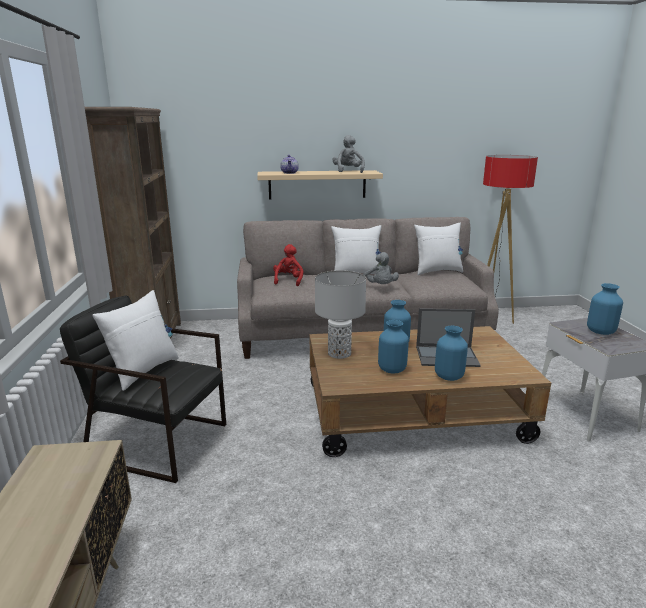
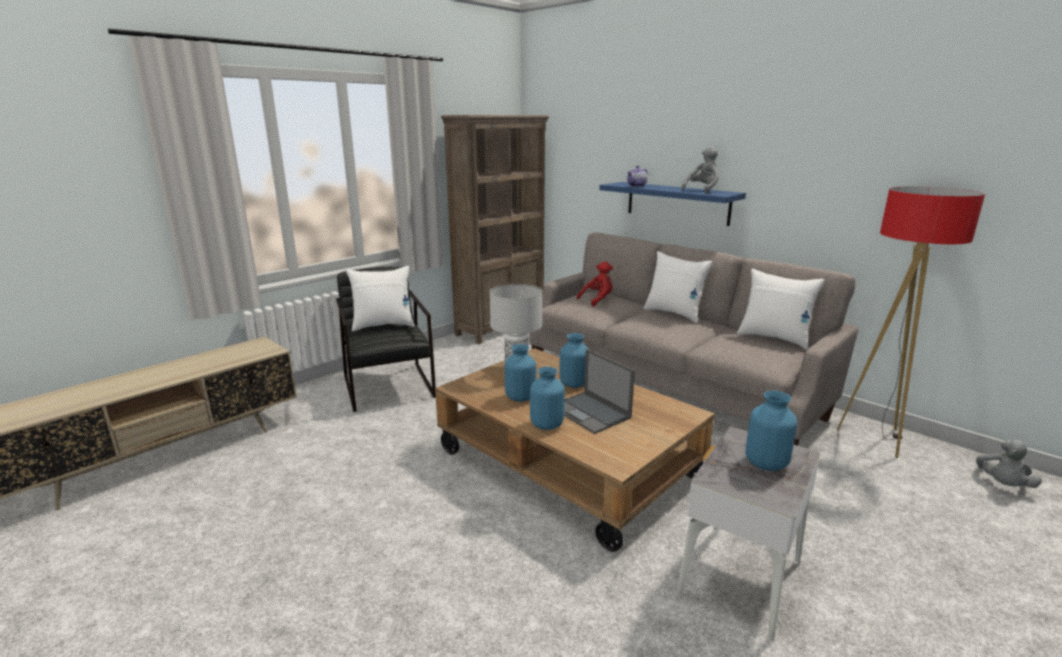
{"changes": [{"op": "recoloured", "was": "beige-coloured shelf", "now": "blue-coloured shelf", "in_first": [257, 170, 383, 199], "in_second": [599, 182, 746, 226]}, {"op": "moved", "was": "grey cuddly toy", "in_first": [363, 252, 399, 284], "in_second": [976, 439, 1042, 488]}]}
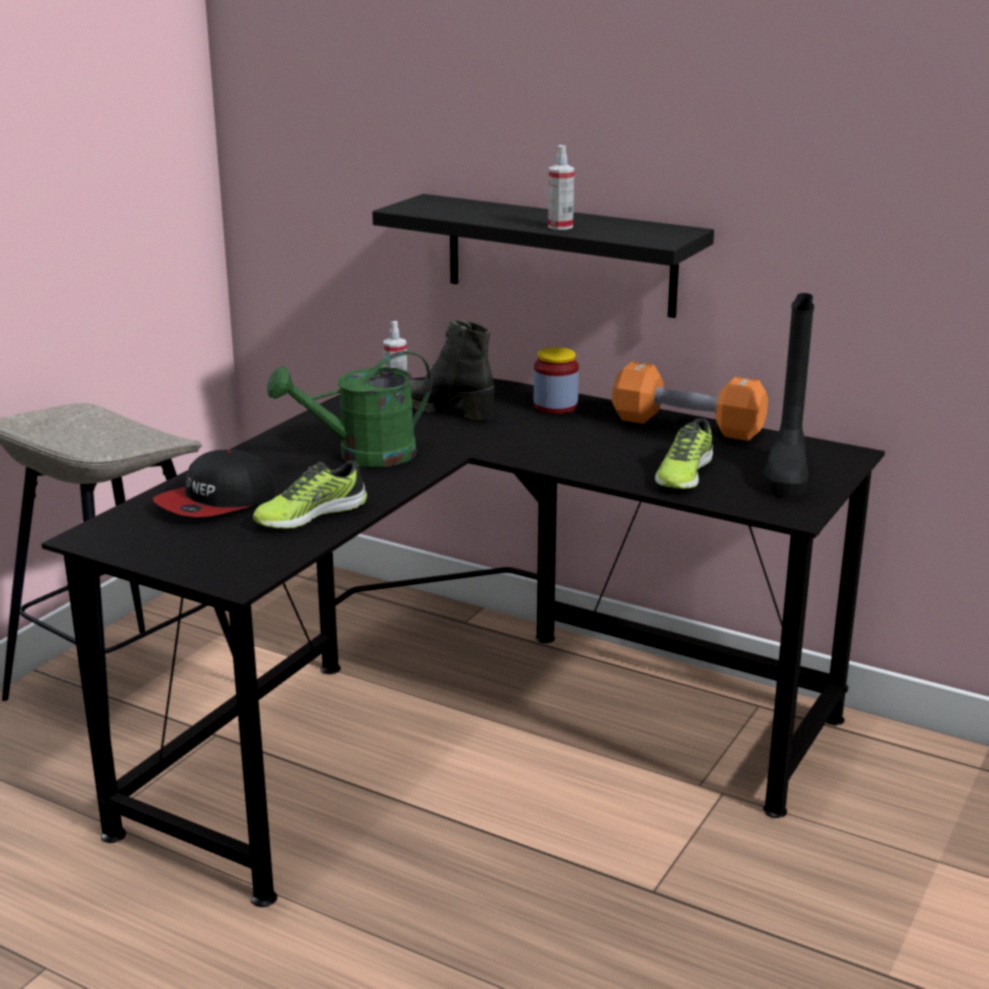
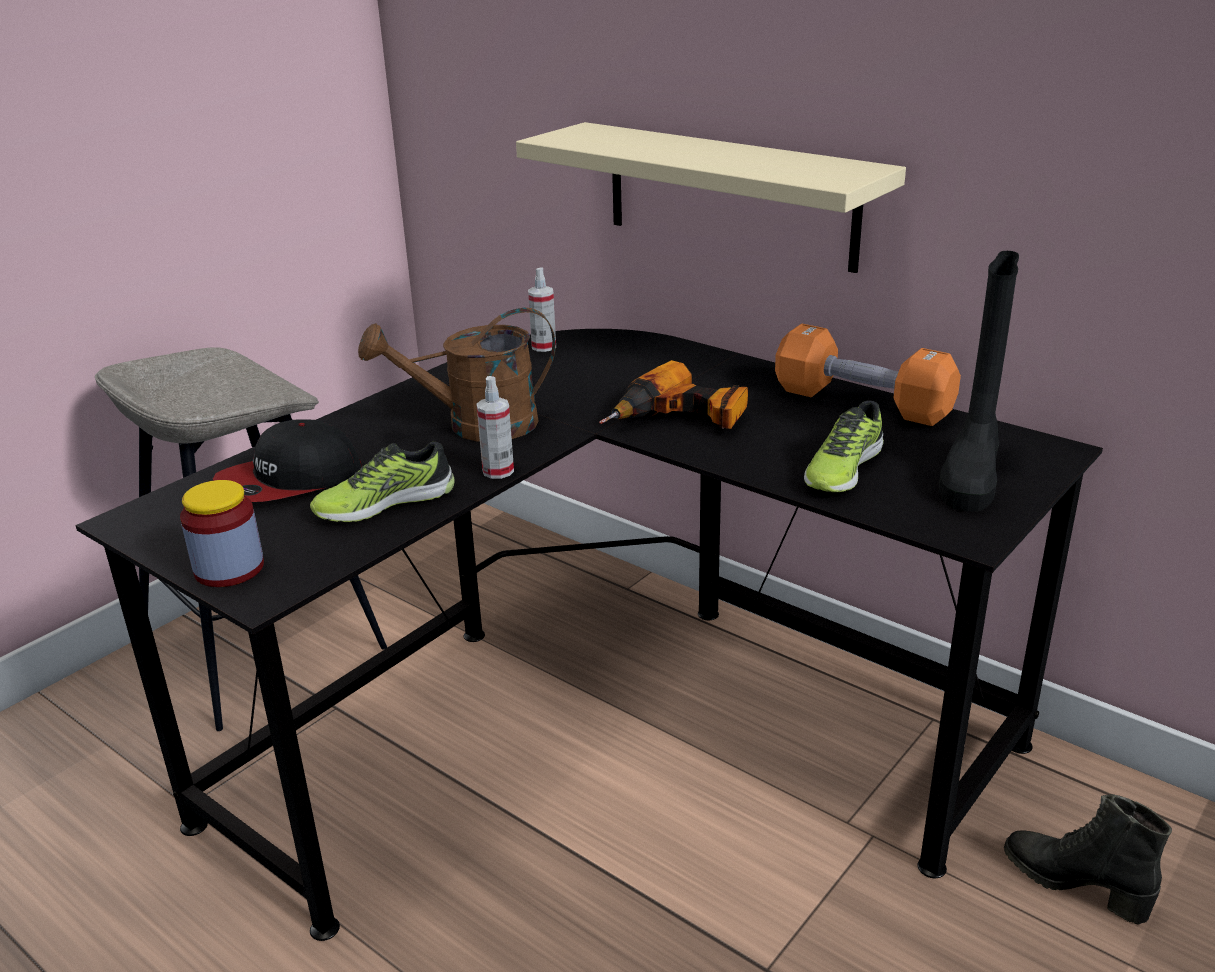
{"changes": [{"op": "moved", "was": "hand sprayer", "in_first": [548, 145, 574, 230], "in_second": [476, 376, 514, 479]}, {"op": "recoloured", "was": "blackish shelf", "now": "beige-coloured shelf", "in_first": [372, 194, 714, 318], "in_second": [516, 122, 906, 273]}, {"op": "moved", "was": "blackish high-top boot", "in_first": [410, 320, 494, 421], "in_second": [1004, 794, 1172, 925]}, {"op": "moved", "was": "preserve jar", "in_first": [534, 347, 579, 414], "in_second": [180, 480, 264, 587]}, {"op": "recoloured", "was": "green-coloured watering pot", "now": "brownish watering pot", "in_first": [267, 351, 432, 467], "in_second": [358, 308, 556, 441]}, {"op": "added", "now": "electric drill", "in_second": [599, 360, 748, 429]}]}
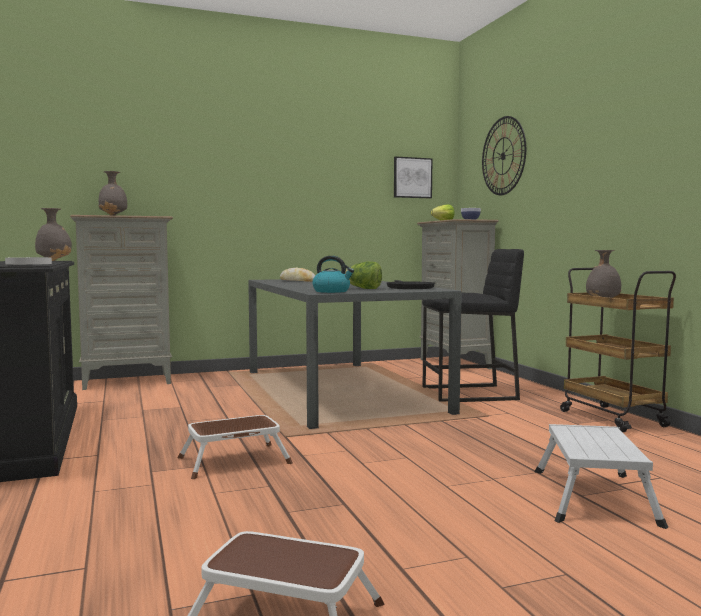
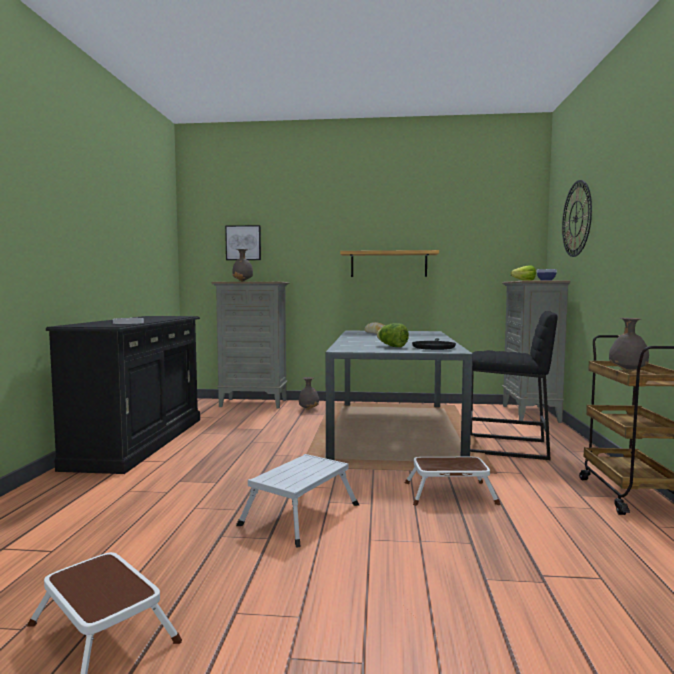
{"changes": [{"op": "moved", "was": "wall picture", "in_first": [394, 156, 432, 198], "in_second": [225, 225, 261, 260]}, {"op": "moved", "was": "grey flower vase", "in_first": [35, 208, 72, 261], "in_second": [299, 377, 319, 410]}, {"op": "removed", "was": "kettle", "in_first": [312, 256, 354, 293]}, {"op": "moved", "was": "brownish step stool", "in_first": [178, 415, 293, 479], "in_second": [405, 457, 500, 506]}, {"op": "moved", "was": "white-coloured step stool", "in_first": [534, 424, 669, 529], "in_second": [236, 454, 359, 548]}, {"op": "added", "now": "shelf", "in_second": [340, 250, 439, 277]}]}
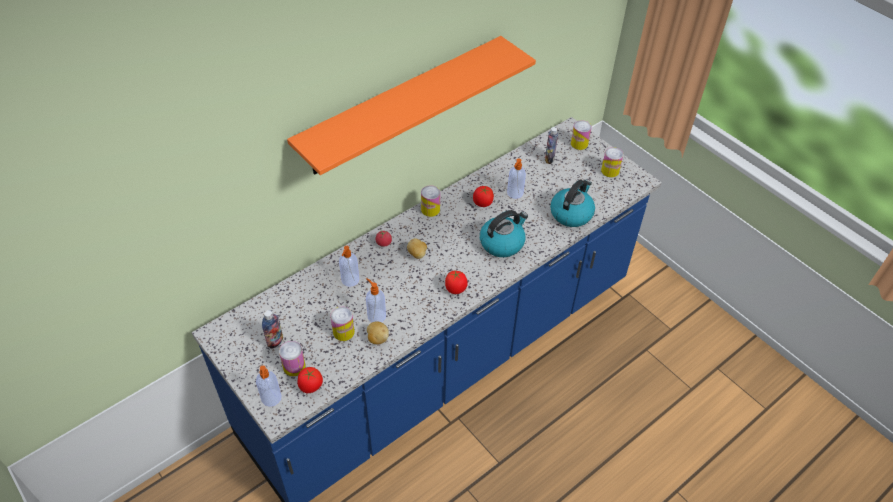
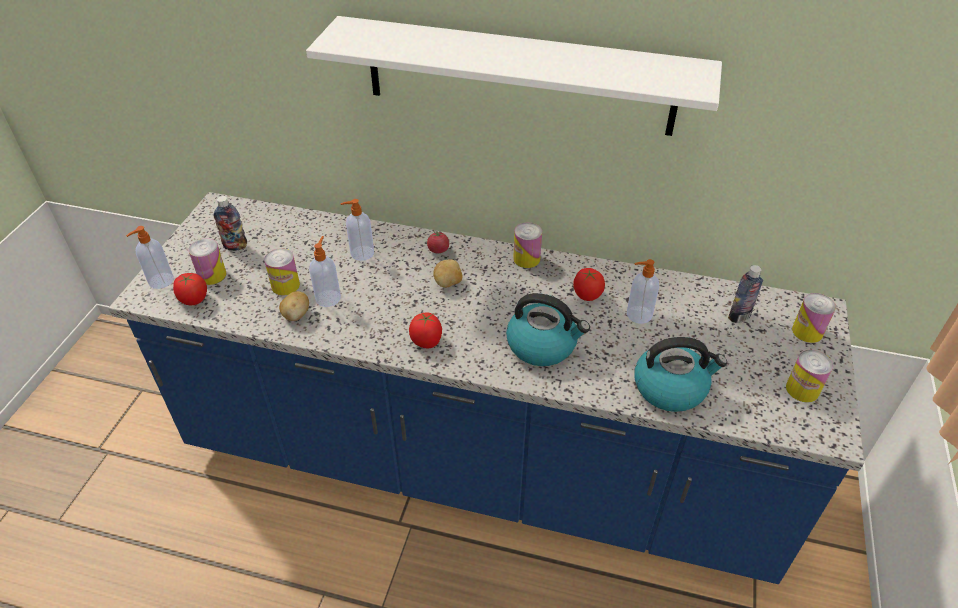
{"changes": [{"op": "recoloured", "was": "orangey shelf", "now": "white-coloured shelf", "in_first": [287, 36, 536, 175], "in_second": [306, 16, 722, 136]}]}
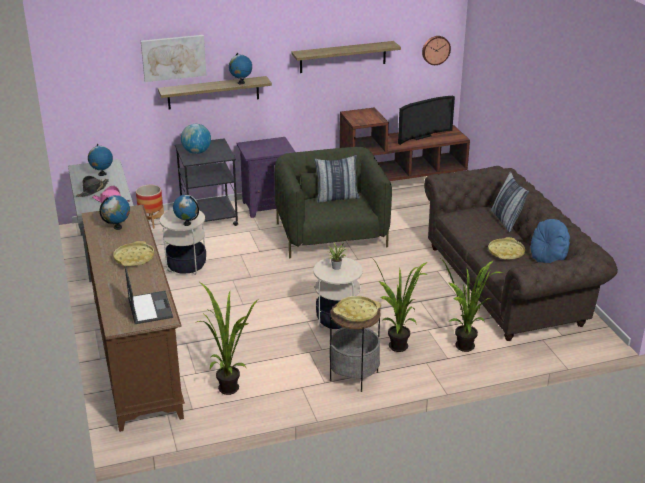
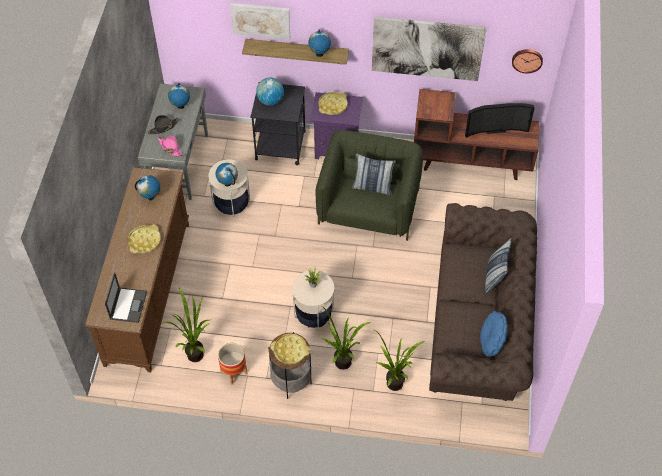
{"changes": [{"op": "replaced", "was": "shelf", "now": "wall picture", "in_first": [291, 41, 401, 73], "in_second": [372, 16, 487, 81]}, {"op": "moved", "was": "planter", "in_first": [136, 185, 164, 229], "in_second": [218, 343, 247, 384]}, {"op": "moved", "was": "yellow carrying tray", "in_first": [488, 237, 525, 260], "in_second": [318, 92, 348, 115]}]}
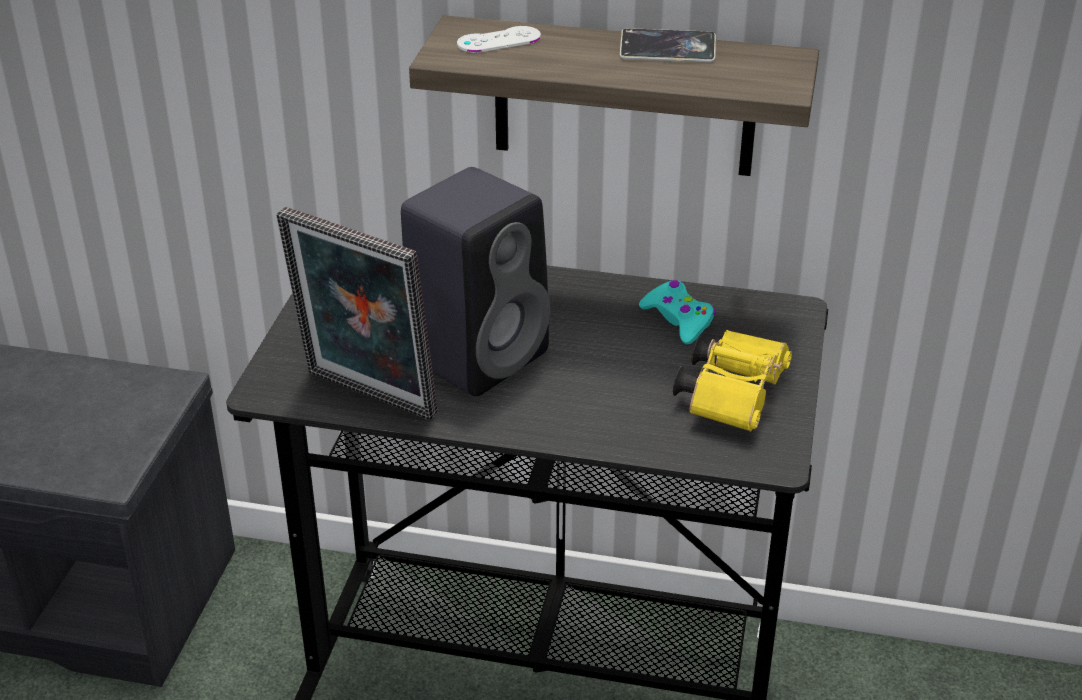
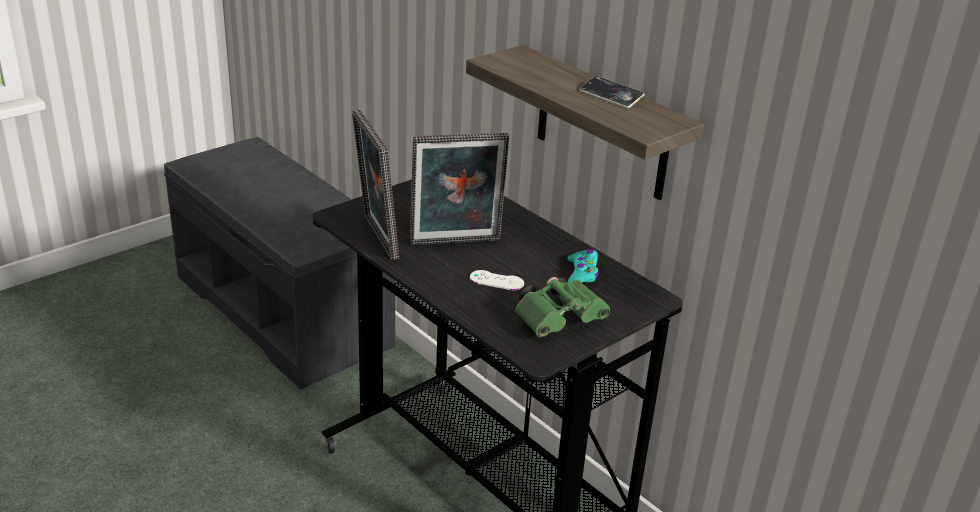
{"changes": [{"op": "moved", "was": "white-coloured joypad", "in_first": [457, 26, 541, 53], "in_second": [470, 270, 524, 290]}, {"op": "replaced", "was": "blackish audio speaker", "now": "photo frame", "in_first": [401, 167, 550, 396], "in_second": [410, 133, 509, 245]}, {"op": "recoloured", "was": "yellow pair of binoculars", "now": "green-coloured pair of binoculars", "in_first": [673, 330, 792, 432], "in_second": [516, 277, 610, 337]}]}
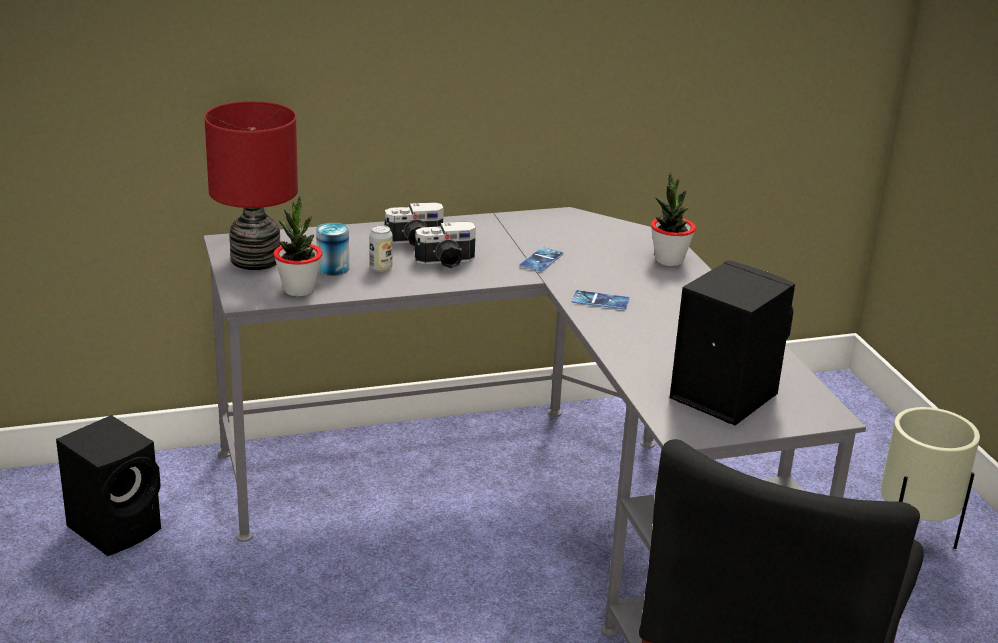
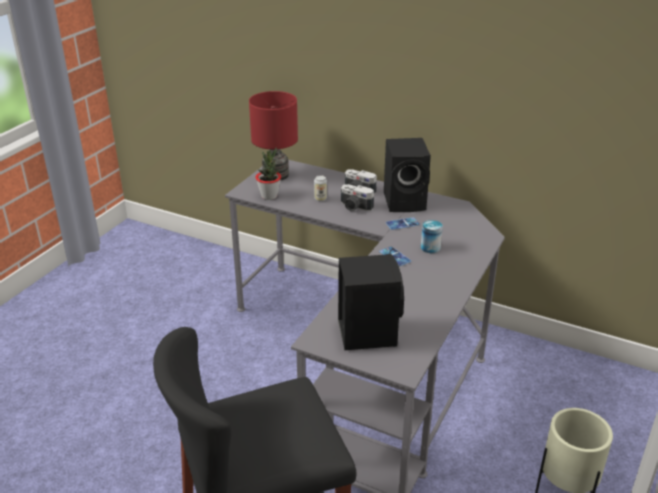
{"changes": [{"op": "removed", "was": "potted plant", "in_first": [651, 173, 696, 266]}, {"op": "moved", "was": "metal can", "in_first": [316, 223, 349, 276], "in_second": [421, 220, 443, 253]}, {"op": "moved", "was": "blackish audio speaker", "in_first": [56, 415, 161, 556], "in_second": [384, 138, 431, 212]}]}
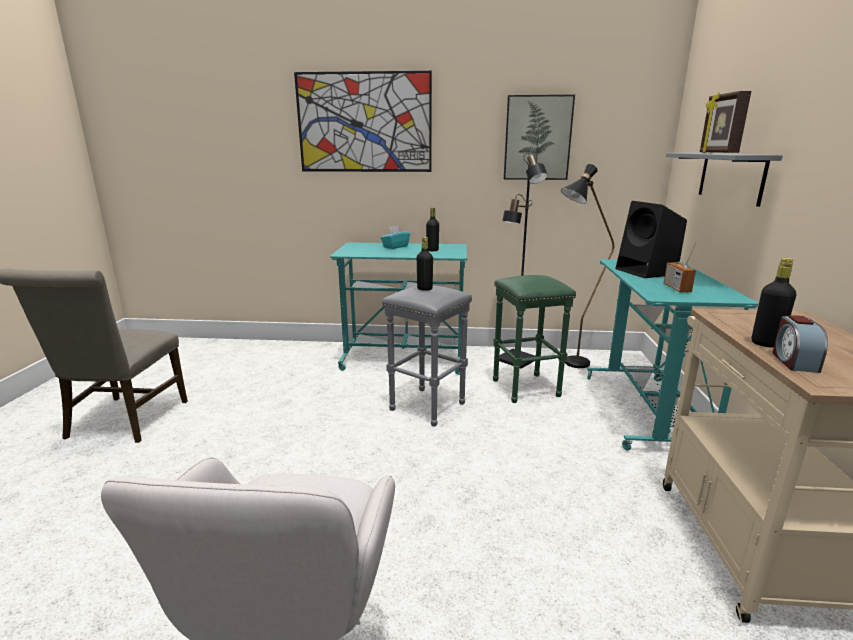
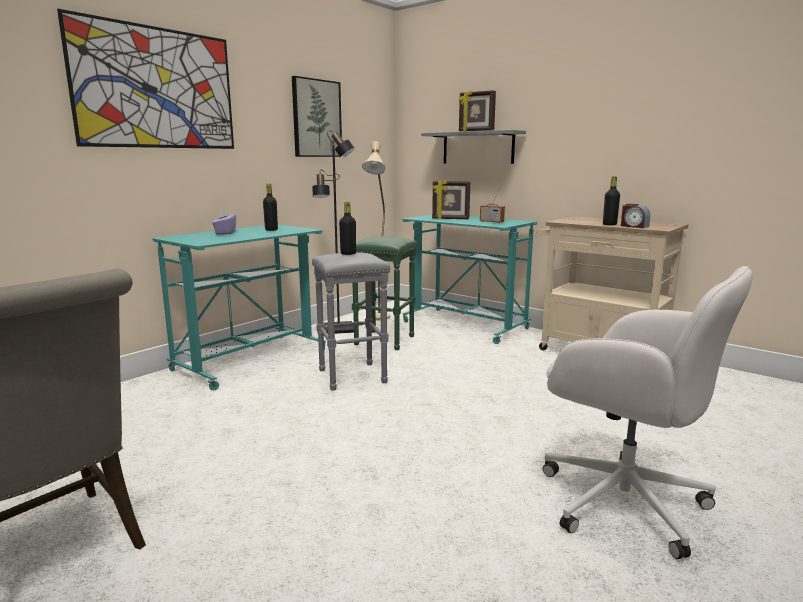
{"changes": [{"op": "recoloured", "was": "blackish standard lamp", "now": "beige-coloured standard lamp", "in_first": [561, 164, 614, 368], "in_second": [362, 141, 390, 320]}, {"op": "replaced", "was": "blackish audio speaker", "now": "photo frame", "in_first": [616, 201, 687, 278], "in_second": [432, 180, 470, 219]}, {"op": "recoloured", "was": "turquoise tissue box", "now": "purple-coloured tissue box", "in_first": [381, 226, 410, 249], "in_second": [212, 209, 236, 234]}]}
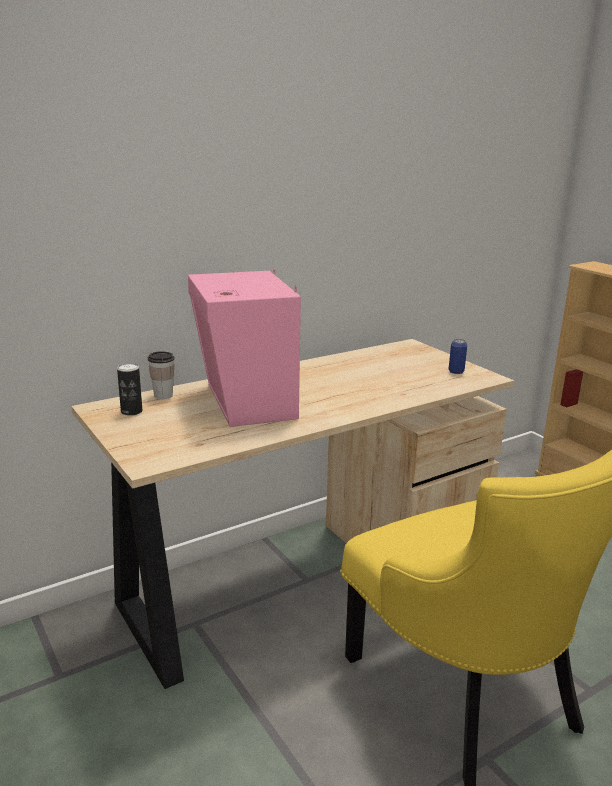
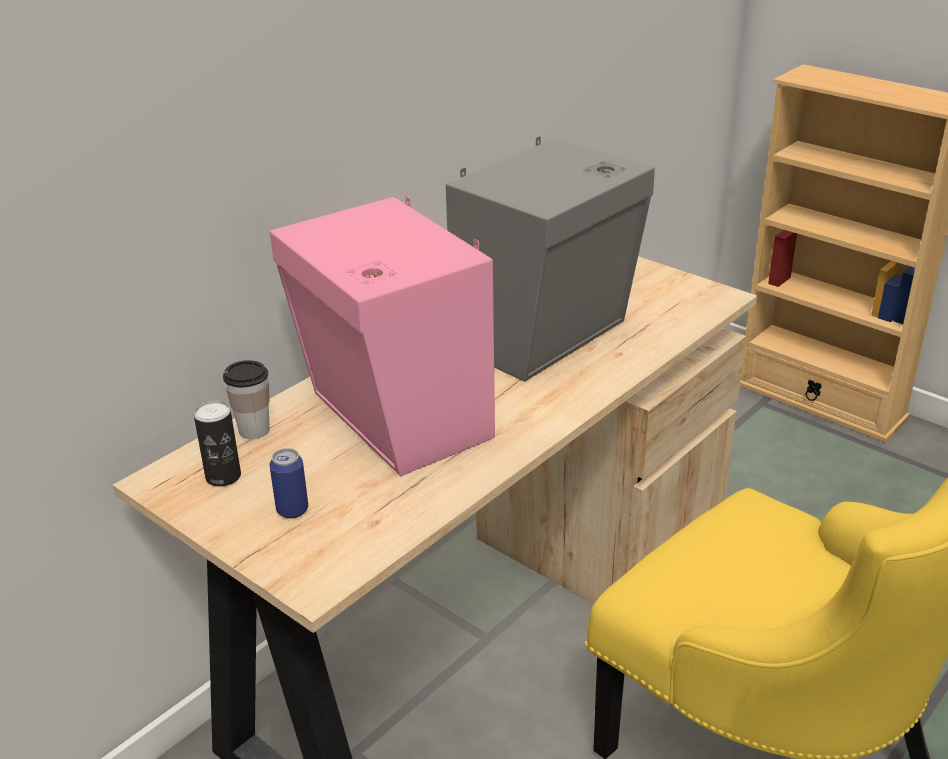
{"changes": [{"op": "moved", "was": "metal can", "in_first": [449, 339, 467, 374], "in_second": [269, 448, 308, 519]}, {"op": "added", "now": "grey audio speaker", "in_second": [446, 136, 655, 382]}]}
